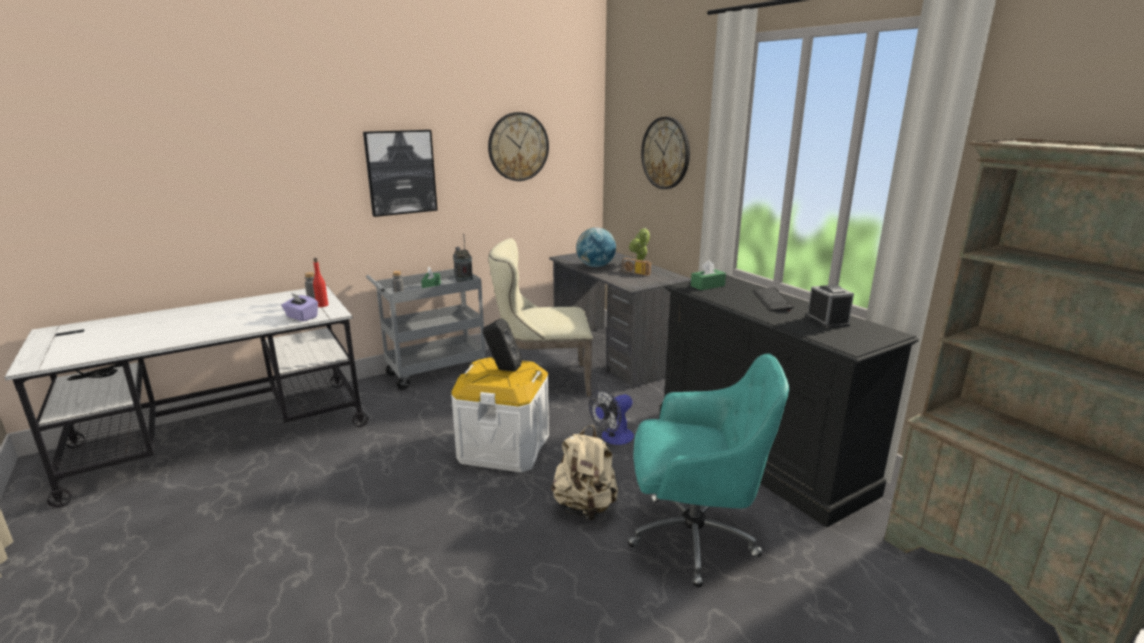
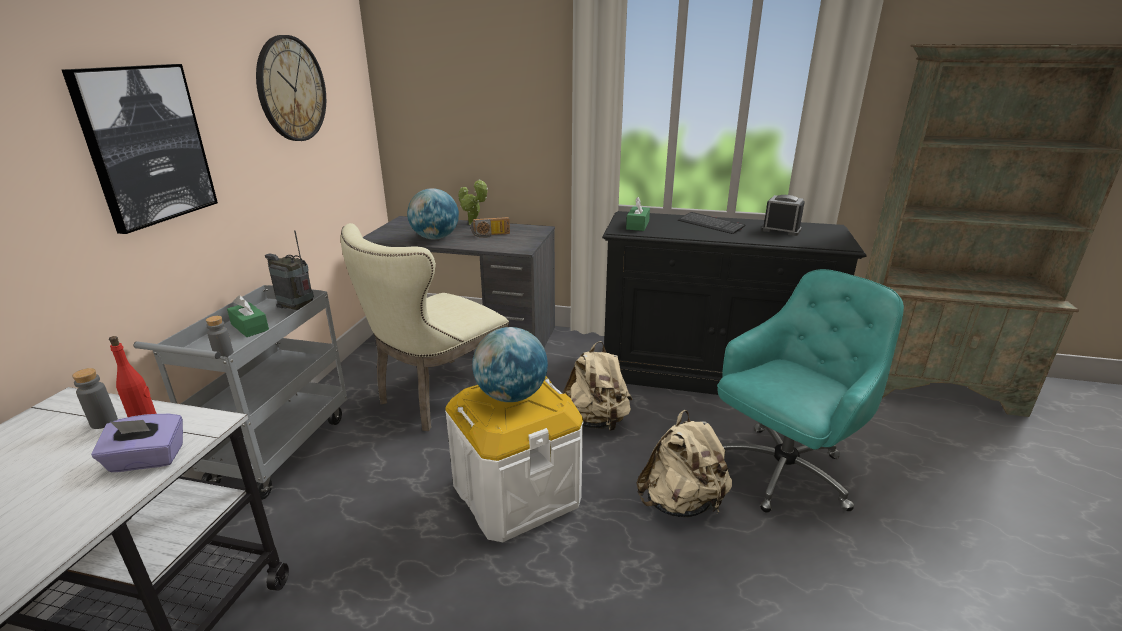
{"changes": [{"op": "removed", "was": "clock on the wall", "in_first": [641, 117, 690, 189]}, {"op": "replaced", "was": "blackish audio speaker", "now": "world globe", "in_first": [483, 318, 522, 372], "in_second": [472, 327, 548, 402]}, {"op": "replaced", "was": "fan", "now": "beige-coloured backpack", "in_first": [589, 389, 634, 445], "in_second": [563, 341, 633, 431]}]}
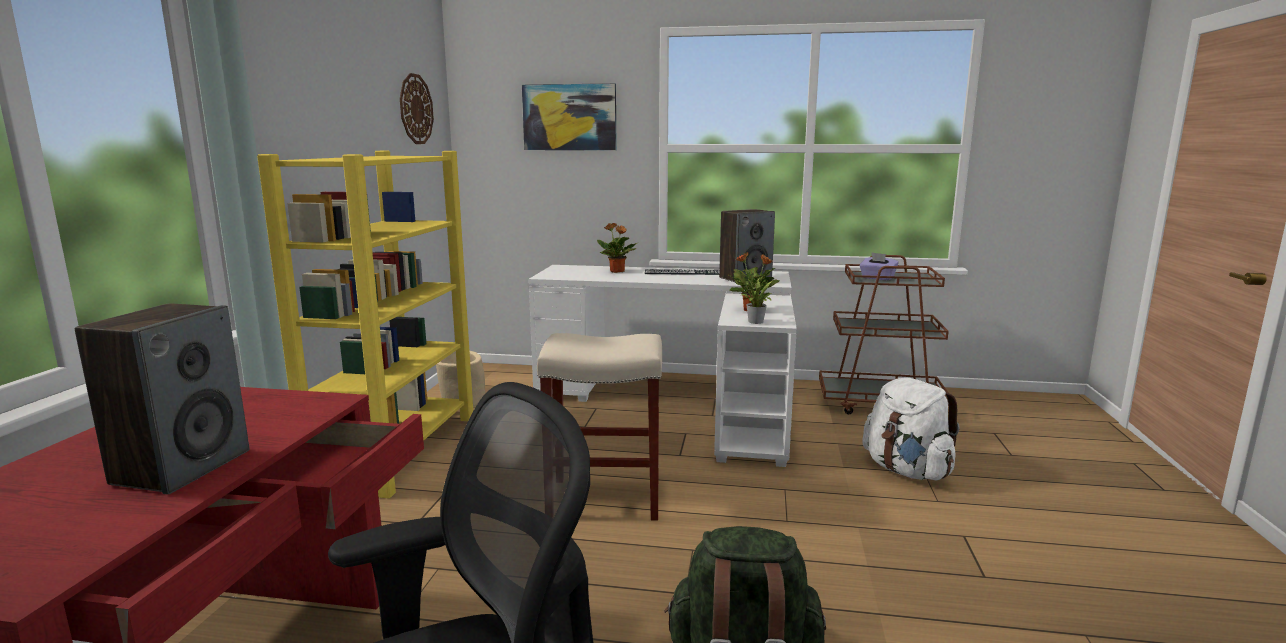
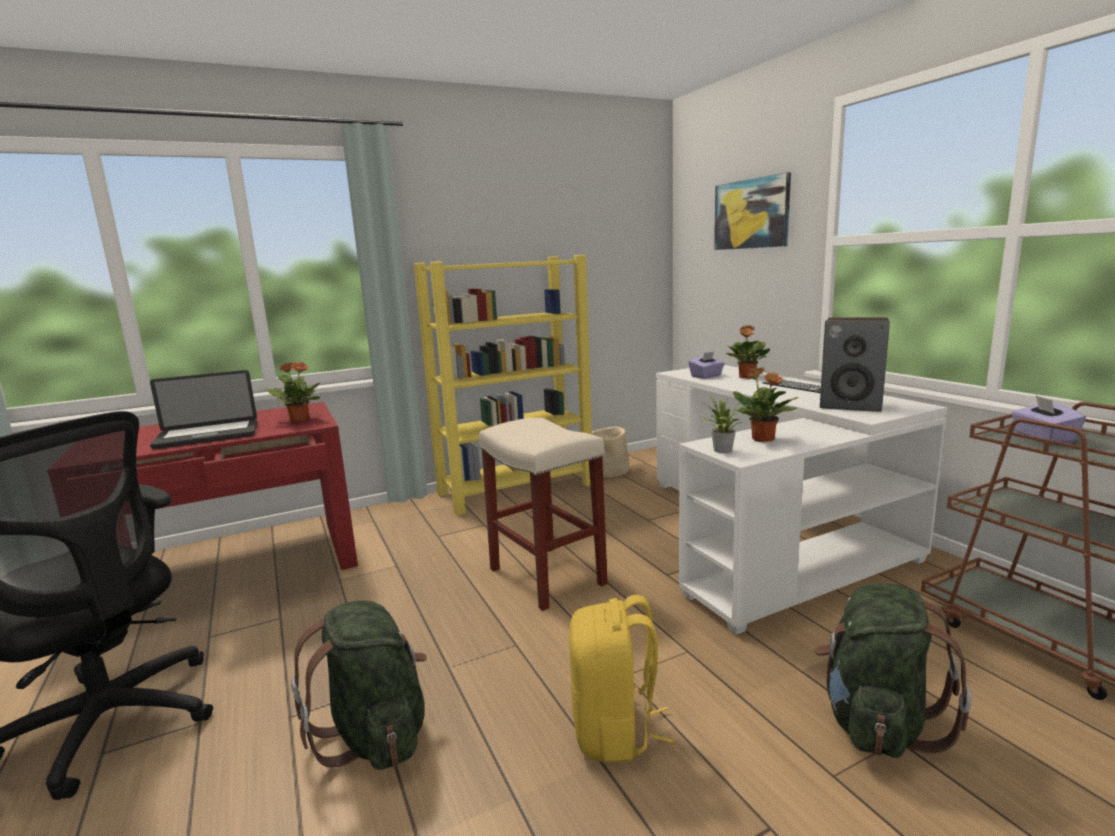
{"changes": [{"op": "removed", "was": "clock on the wall", "in_first": [400, 73, 434, 144]}, {"op": "replaced", "was": "audio speaker", "now": "laptop", "in_first": [75, 303, 249, 494], "in_second": [150, 370, 257, 449]}, {"op": "recoloured", "was": "white-coloured backpack", "now": "green-coloured backpack", "in_first": [862, 378, 960, 480], "in_second": [814, 583, 971, 758]}, {"op": "added", "now": "purple-coloured tissue box", "in_second": [689, 351, 725, 379]}, {"op": "added", "now": "potted plant", "in_second": [265, 362, 321, 422]}, {"op": "added", "now": "yellow backpack", "in_second": [569, 595, 675, 762]}]}
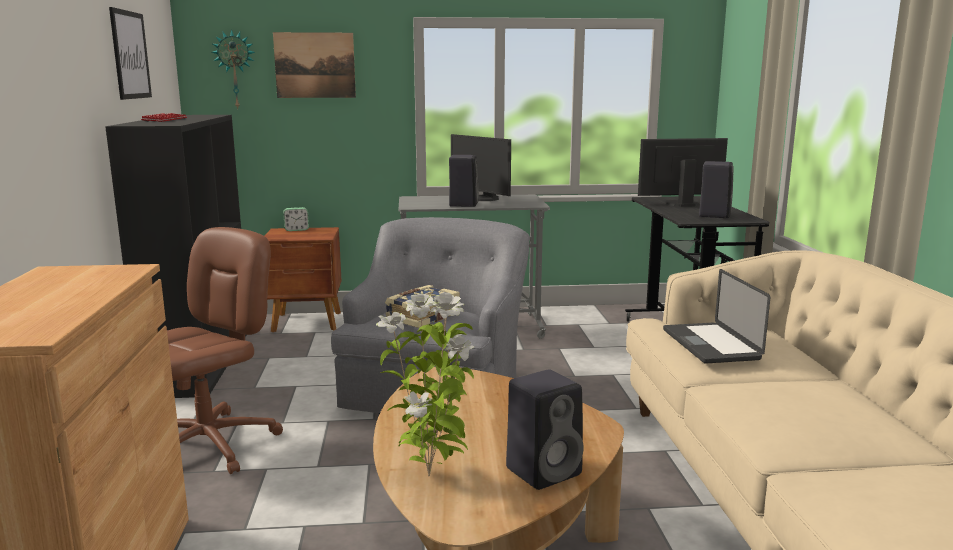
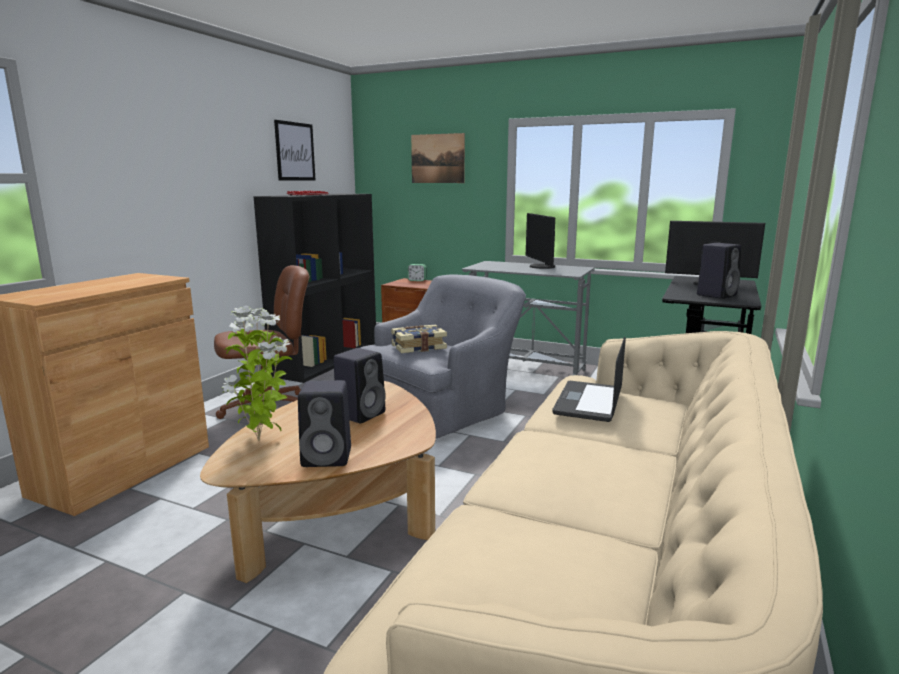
{"changes": [{"op": "removed", "was": "clock on the wall", "in_first": [212, 29, 255, 109]}, {"op": "moved", "was": "blackish audio speaker", "in_first": [449, 155, 479, 207], "in_second": [333, 348, 386, 424]}]}
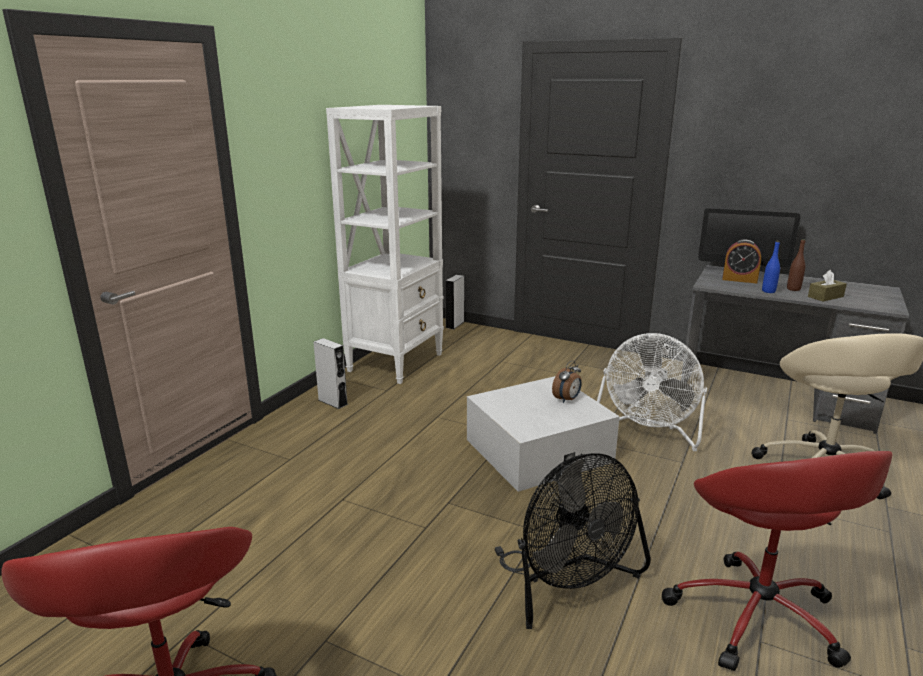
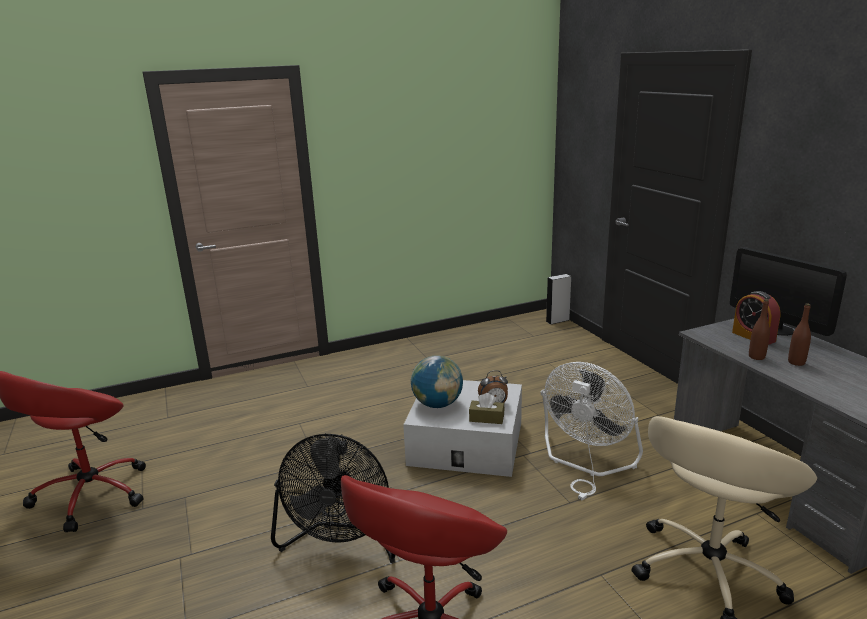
{"changes": [{"op": "removed", "was": "white-coloured bookcase", "in_first": [326, 105, 444, 384]}, {"op": "recoloured", "was": "blue-coloured beverage bottle", "now": "brownish beverage bottle", "in_first": [762, 241, 780, 293], "in_second": [749, 299, 770, 360]}, {"op": "moved", "was": "brownish tissue box", "in_first": [808, 270, 847, 301], "in_second": [469, 393, 504, 424]}, {"op": "turned", "was": "white-coloured fan", "in_first": [597, 333, 707, 451], "in_second": [540, 362, 643, 500], "clockwise": 150}, {"op": "removed", "was": "grey audio speaker", "in_first": [313, 338, 348, 409]}, {"op": "added", "now": "world globe", "in_second": [411, 355, 463, 408]}]}
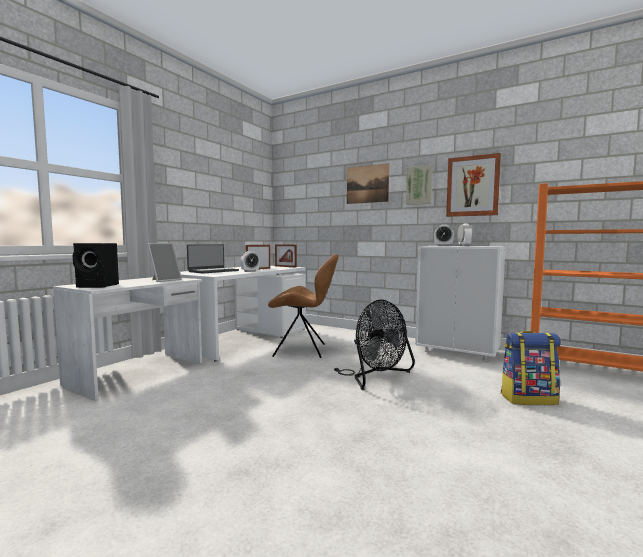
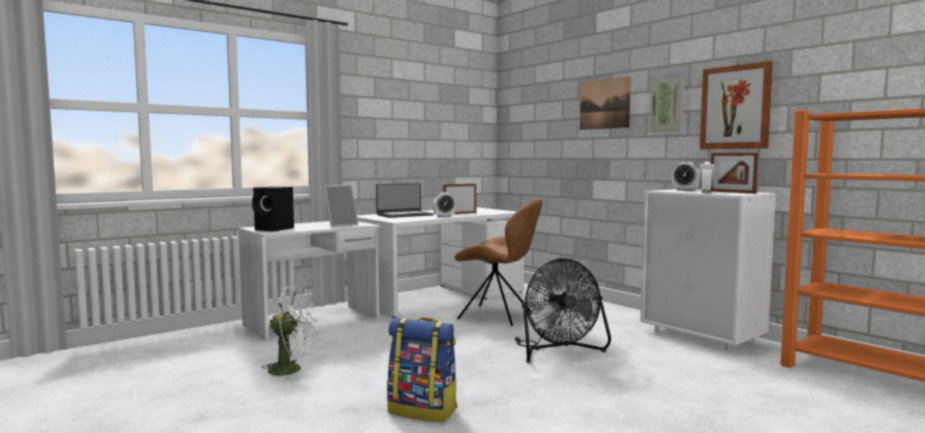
{"changes": [{"op": "moved", "was": "photo frame", "in_first": [275, 244, 297, 267], "in_second": [710, 153, 758, 194]}, {"op": "moved", "was": "backpack", "in_first": [501, 331, 561, 405], "in_second": [387, 317, 457, 422]}, {"op": "added", "now": "white-coloured fan", "in_second": [262, 286, 317, 380]}]}
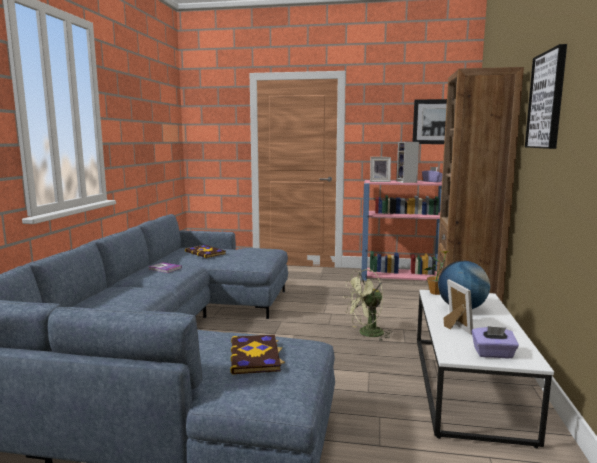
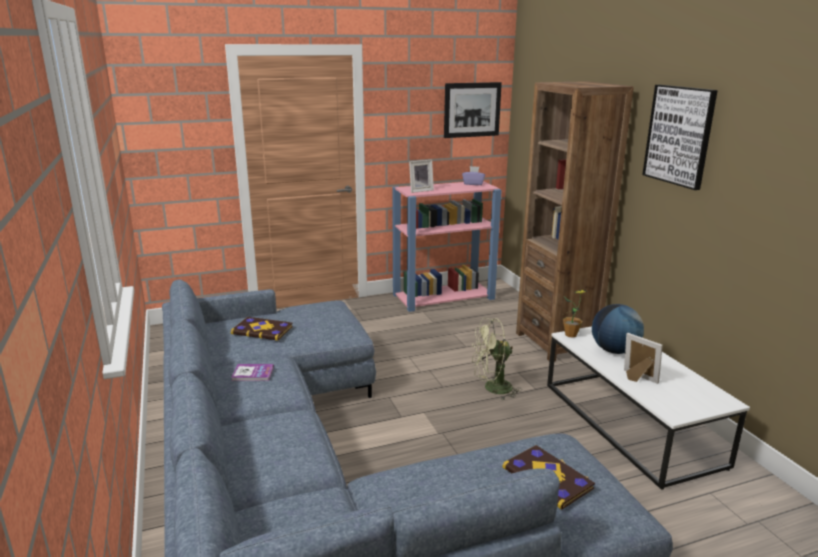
{"changes": [{"op": "removed", "was": "audio speaker", "in_first": [397, 142, 419, 183]}, {"op": "turned", "was": "green-coloured fan", "in_first": [343, 269, 392, 341], "in_second": [472, 318, 522, 401], "clockwise": 45}, {"op": "removed", "was": "purple-coloured tissue box", "in_first": [472, 326, 519, 358]}]}
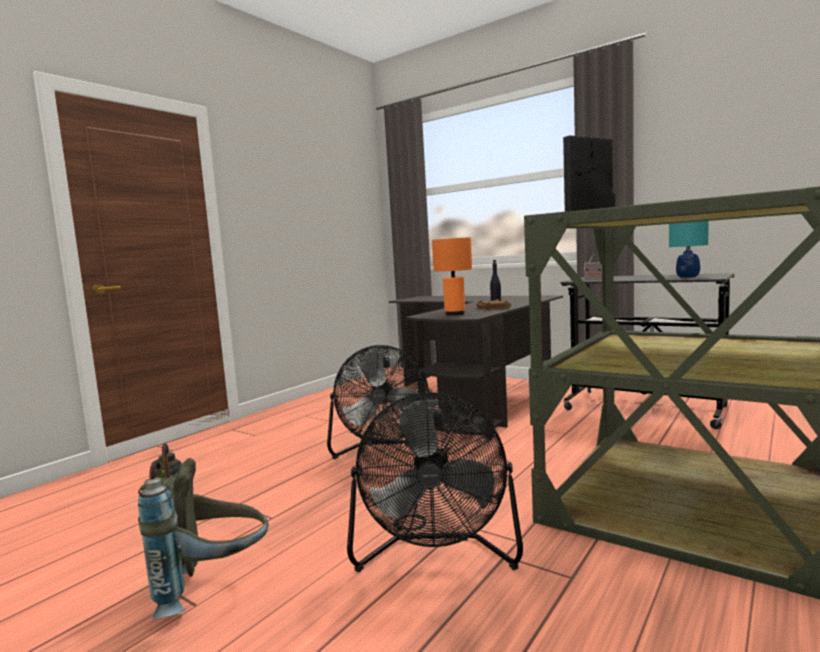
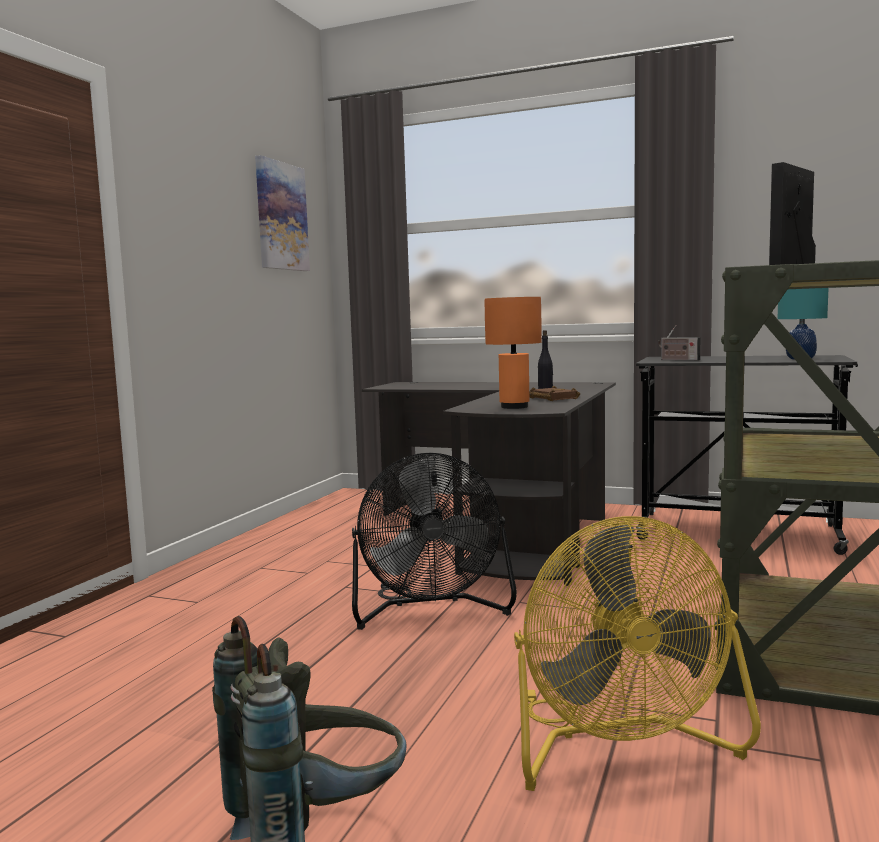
{"changes": [{"op": "recoloured", "was": "blackish fan", "now": "yellow fan", "in_first": [347, 393, 523, 572], "in_second": [514, 516, 761, 791]}, {"op": "added", "now": "wall picture", "in_second": [255, 155, 310, 271]}]}
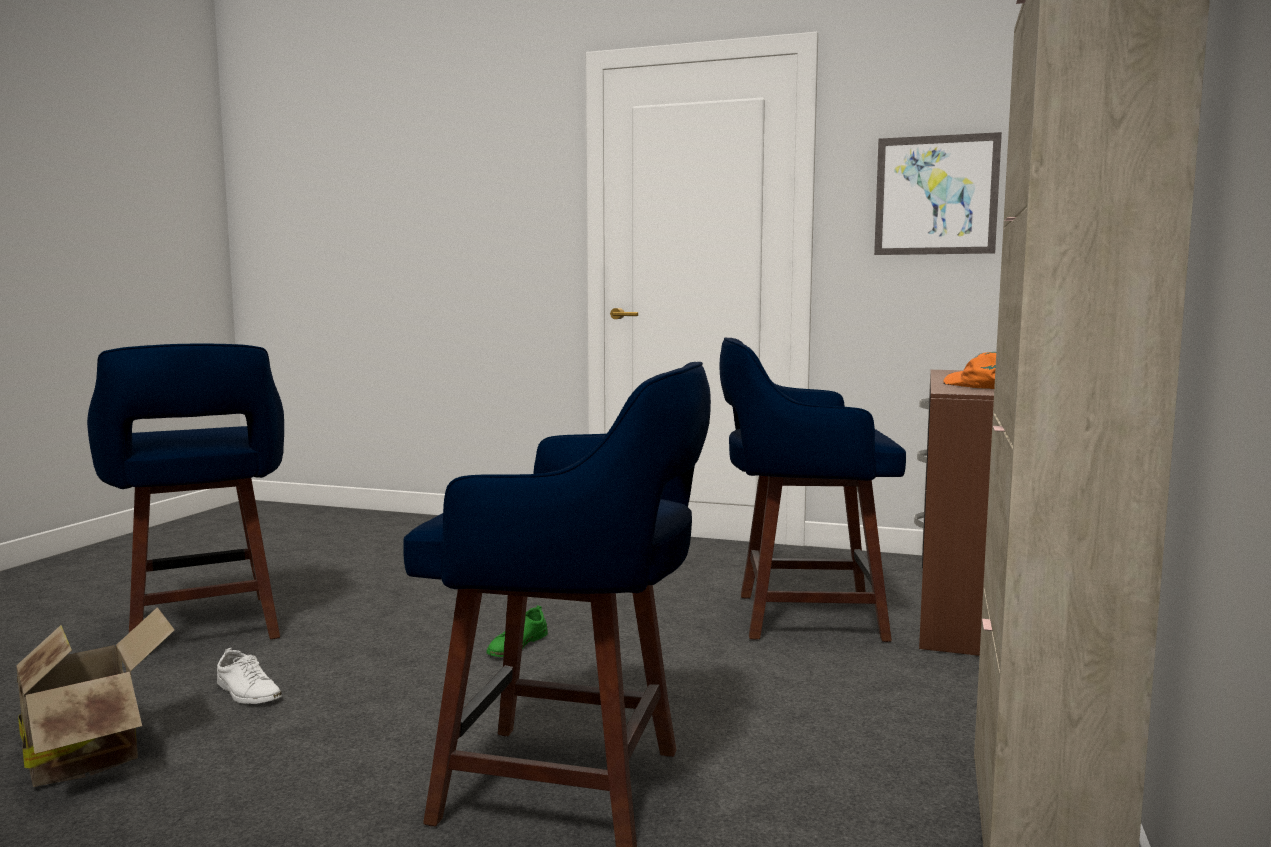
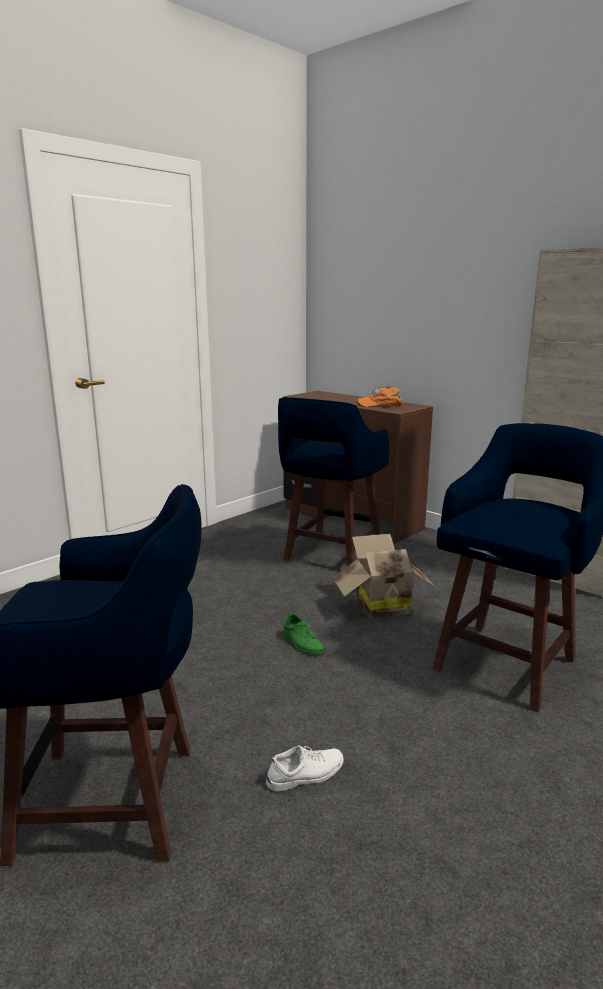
{"changes": [{"op": "removed", "was": "wall picture", "in_first": [874, 132, 1002, 255]}, {"op": "moved", "was": "carton", "in_first": [16, 607, 175, 787], "in_second": [333, 534, 435, 619]}]}
